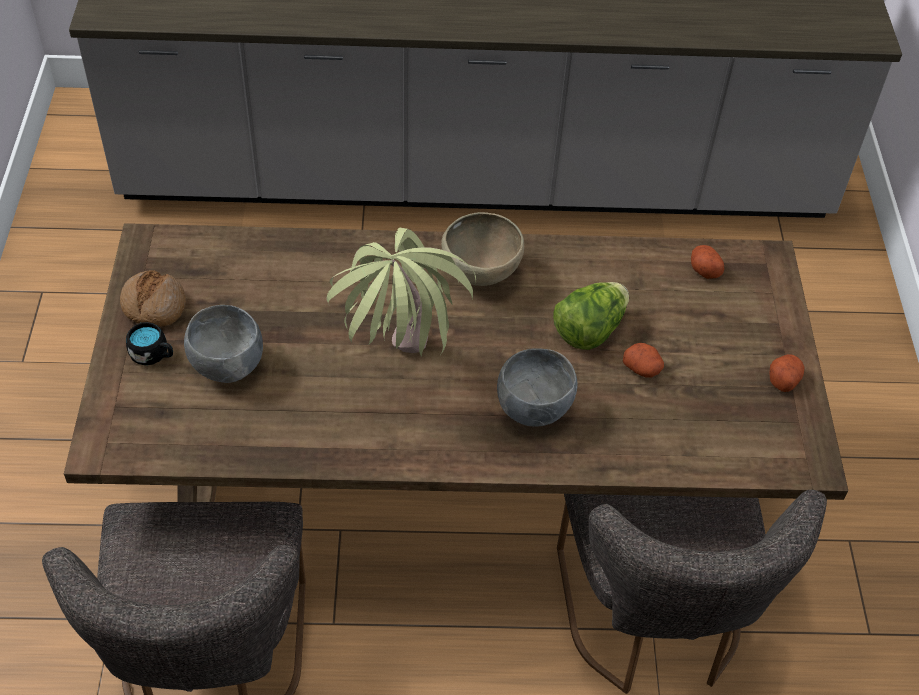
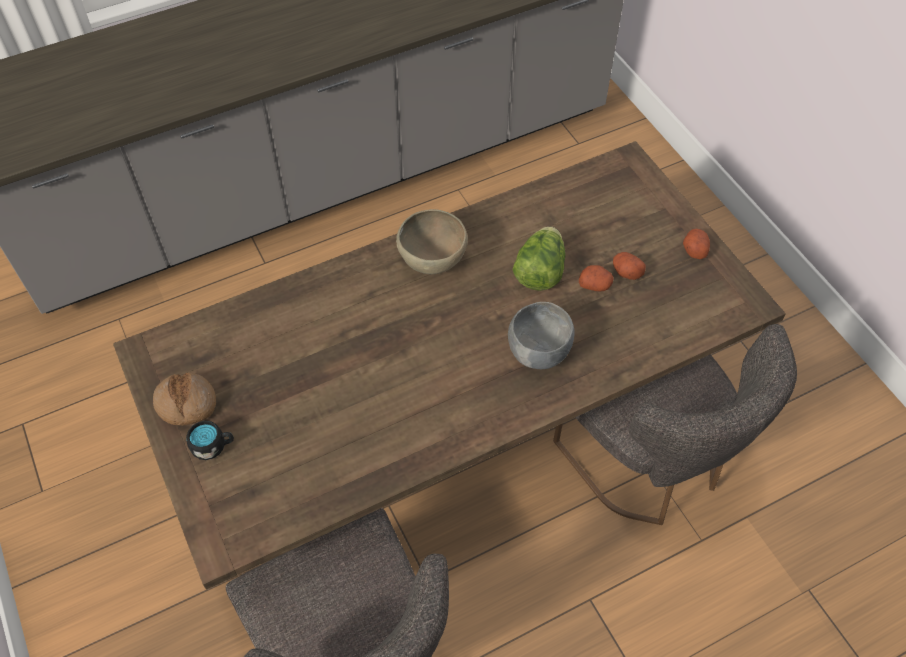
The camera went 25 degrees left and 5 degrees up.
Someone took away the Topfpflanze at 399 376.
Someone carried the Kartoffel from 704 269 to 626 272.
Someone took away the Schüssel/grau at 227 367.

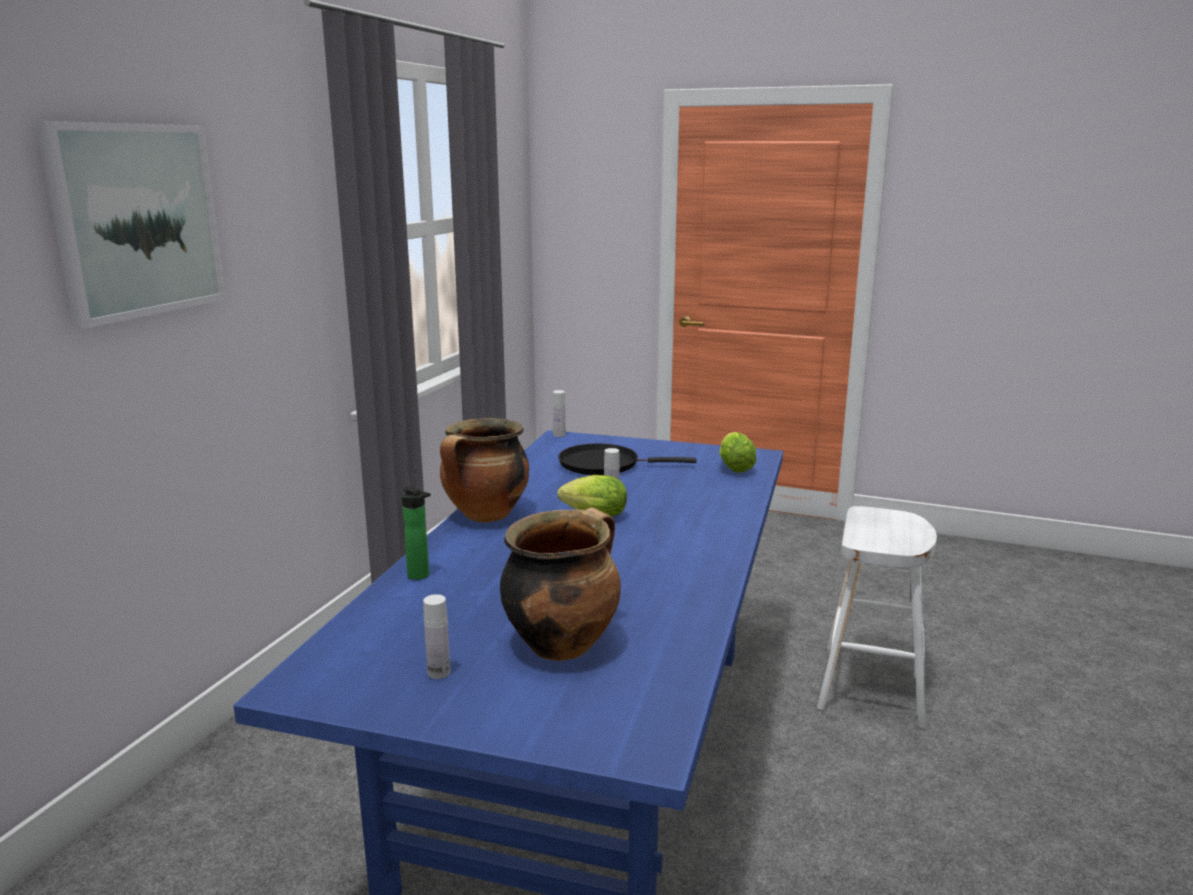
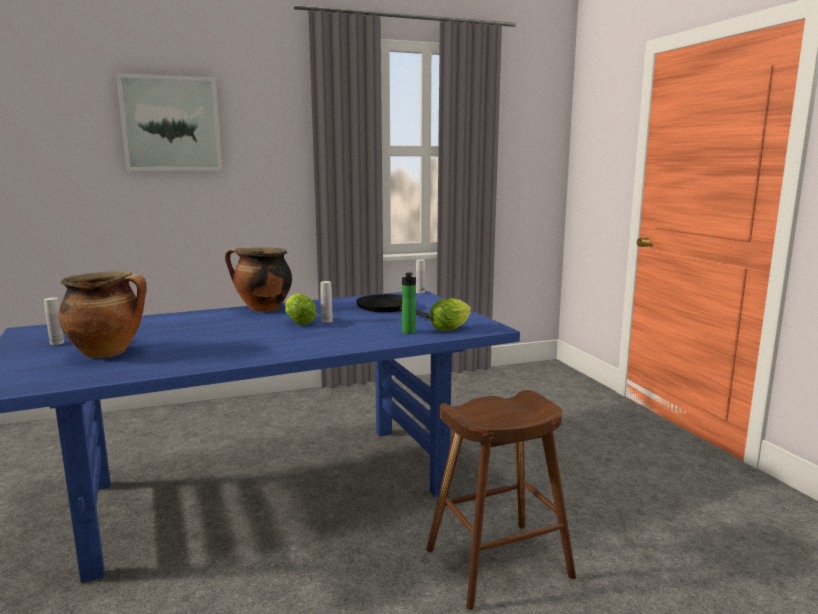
The camera went 50 degrees right and 5 degrees down.
Someone carried the Flasche from 420 576 to 408 332.
Someone repainted the Hocker/weiß at 872 685, which became the Hocker/braun at 499 563.

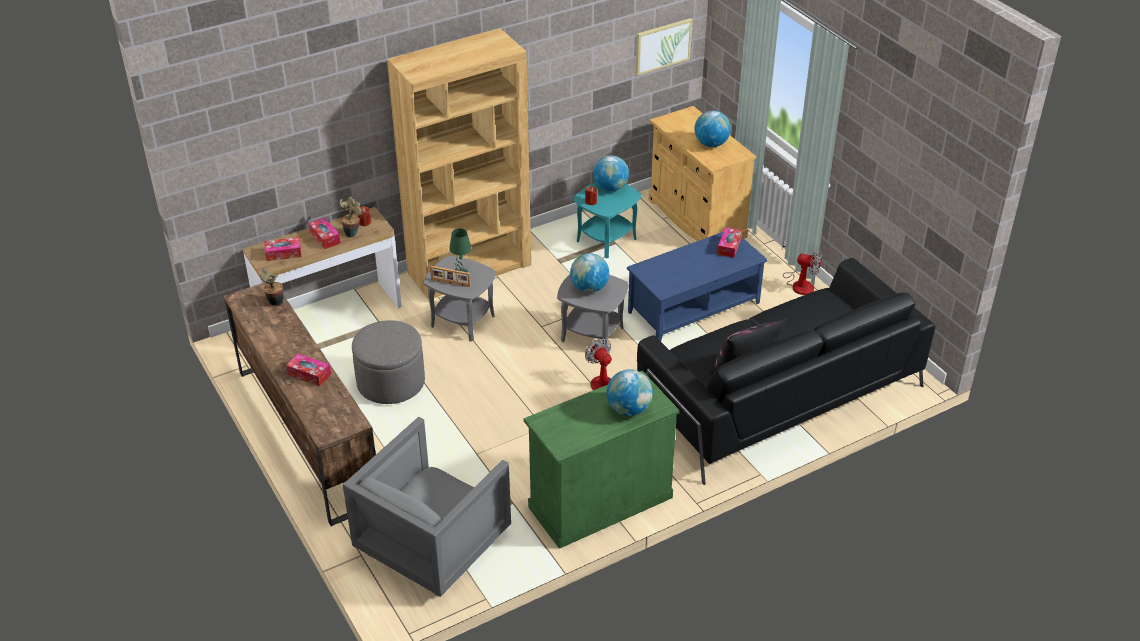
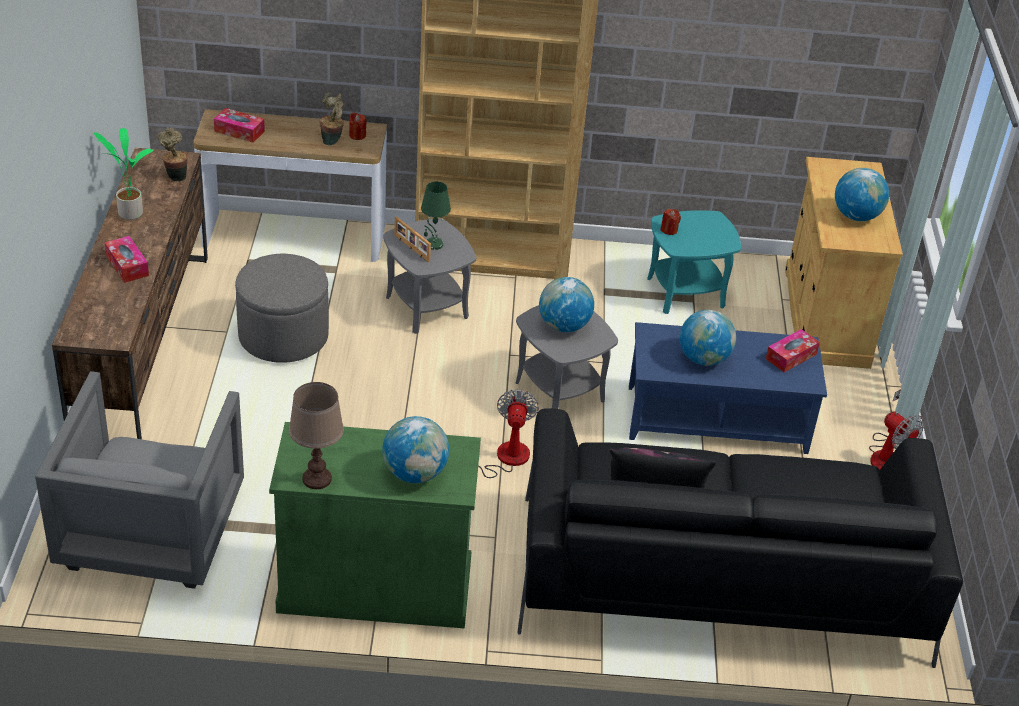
The camera went 30 degrees right and 0 degrees up.
Someone took away the Bild at 662 46.
Someone carried the Globus from 610 188 to 704 359.
Someone took away the Taschentuchbox at 325 237.
Someone rotated the Sessel/grau at 433 542 by 60 degrees counterclockwise.
Someone put down the Topfpflanze at 129 213.
Someone put down the Tischlampe/braun at 316 479.

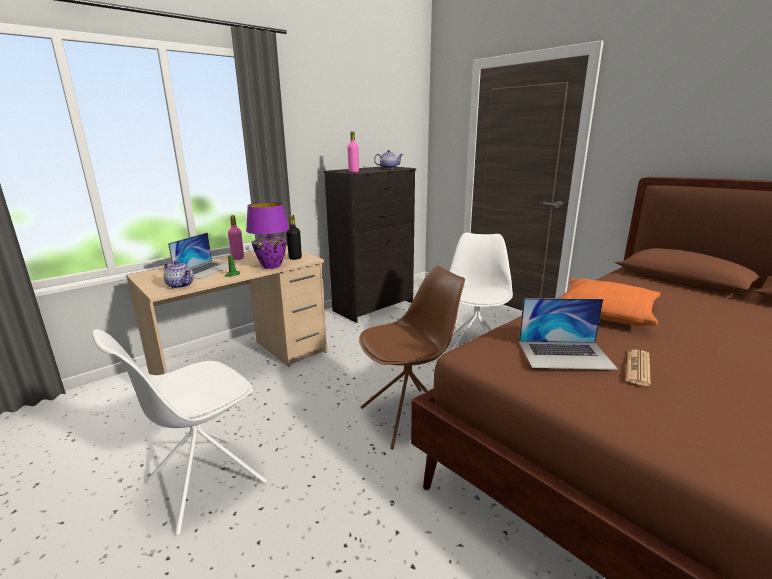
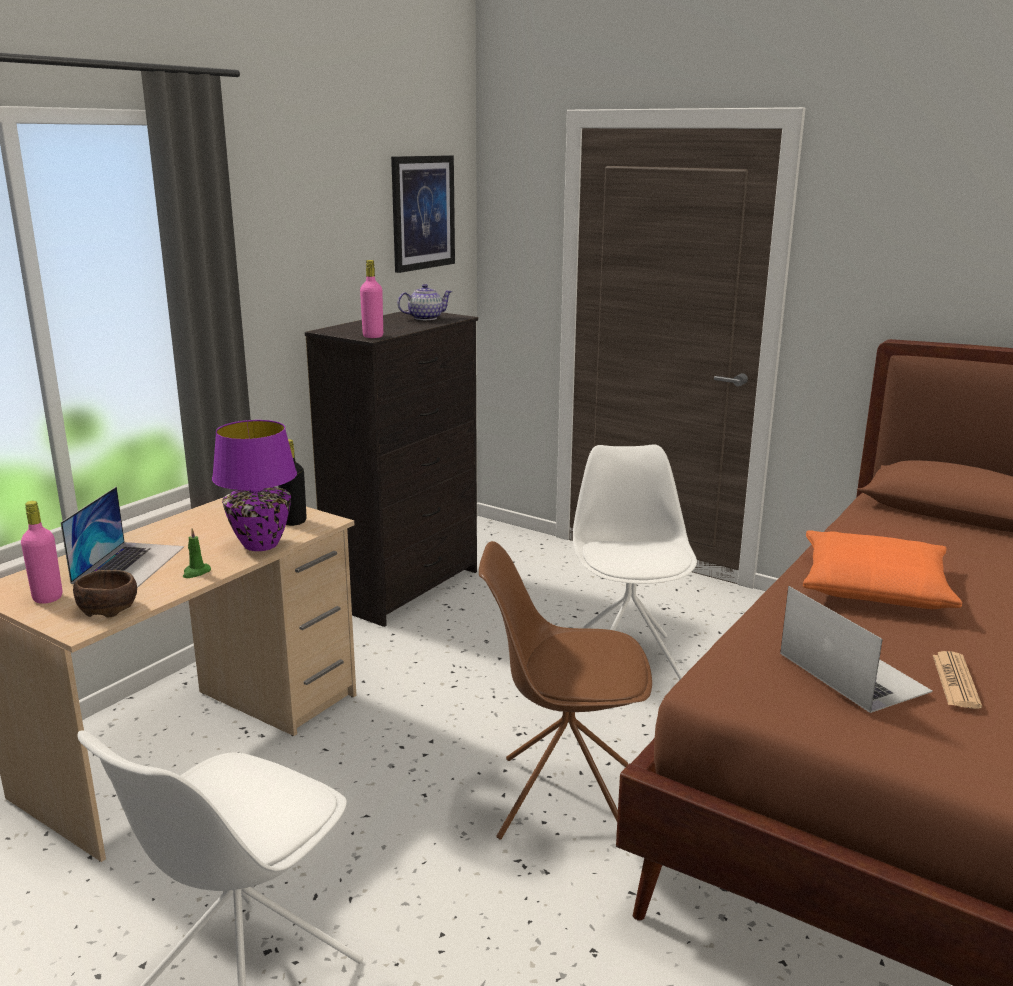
The camera went 15 degrees left and 0 degrees up.
Someone carried the Flasche/rosa from 238 258 to 47 597.
Someone swapped the Teekanne at 180 285 for the Schüssel/braun at 108 608.
Someone rotated the Stuhl/braun at 409 417 by 135 degrees counterclockwise.
Someone rotated the Laptop at 565 354 by 105 degrees counterclockwise.
Someone put up the Bild at 422 212.

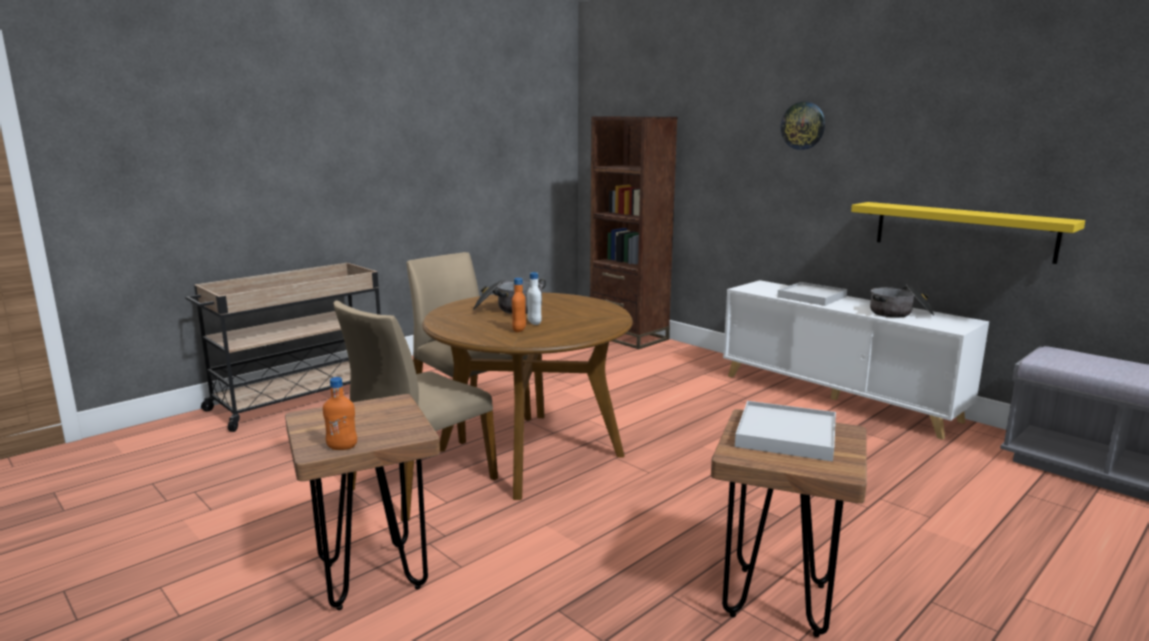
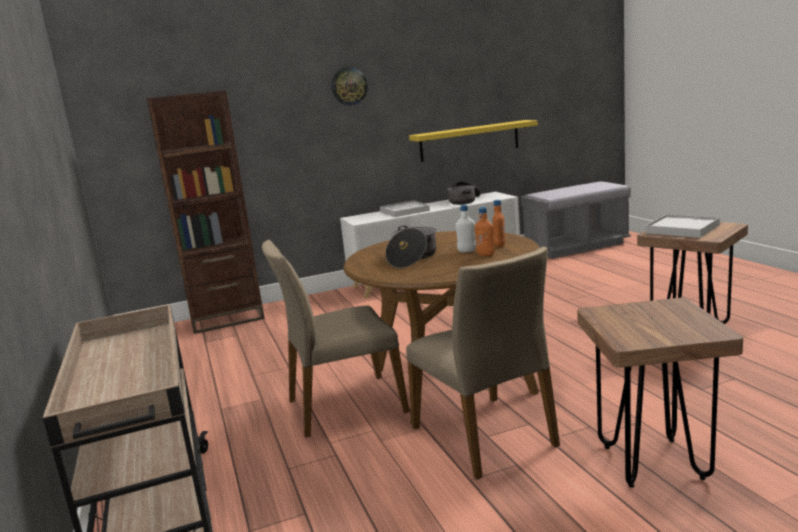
The camera went 65 degrees left and 0 degrees up.
Someone carried the Flasche/orange from 342 447 to 499 245.

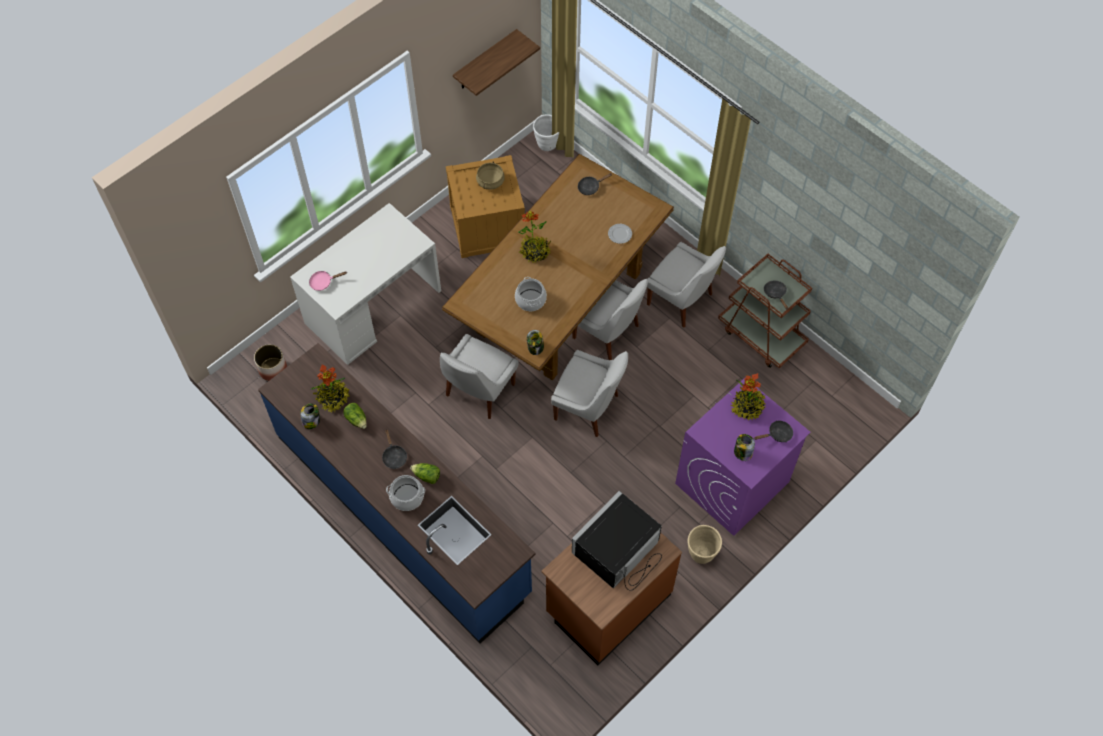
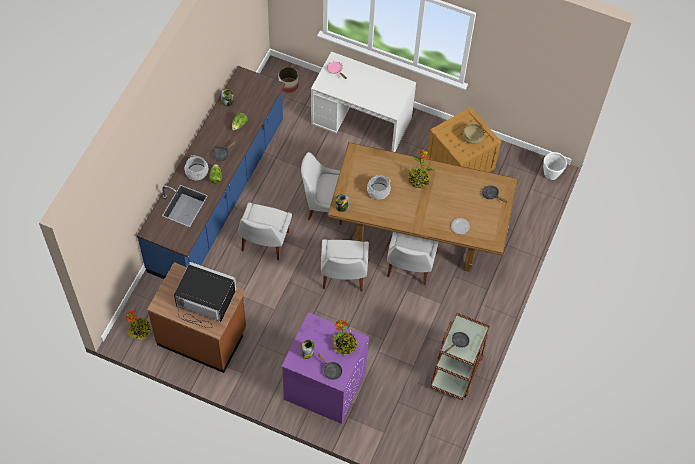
The camera went 65 degrees right and 0 degrees up.
Someone took away the Wandregal at 485 61.
Someone carried the Stuhl/weiß from 682 301 to 264 243.
Someone carried the Topfpflanze from 333 398 to 139 330.
Someone took away the Pflanzkübel/beige at 701 555.

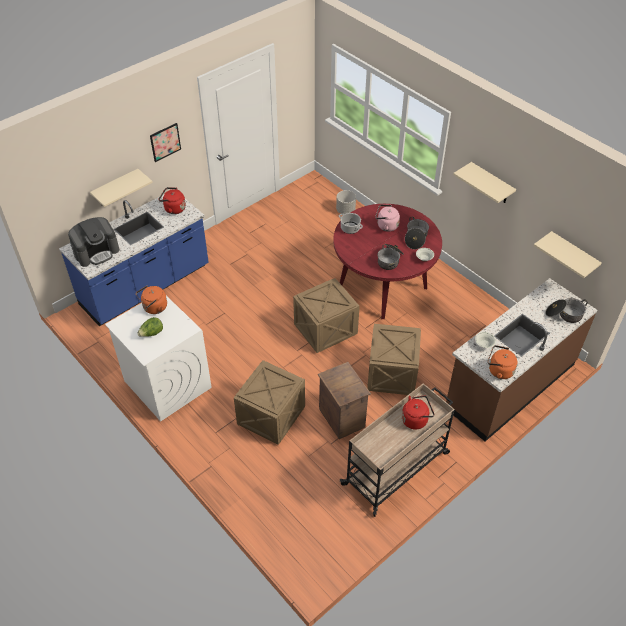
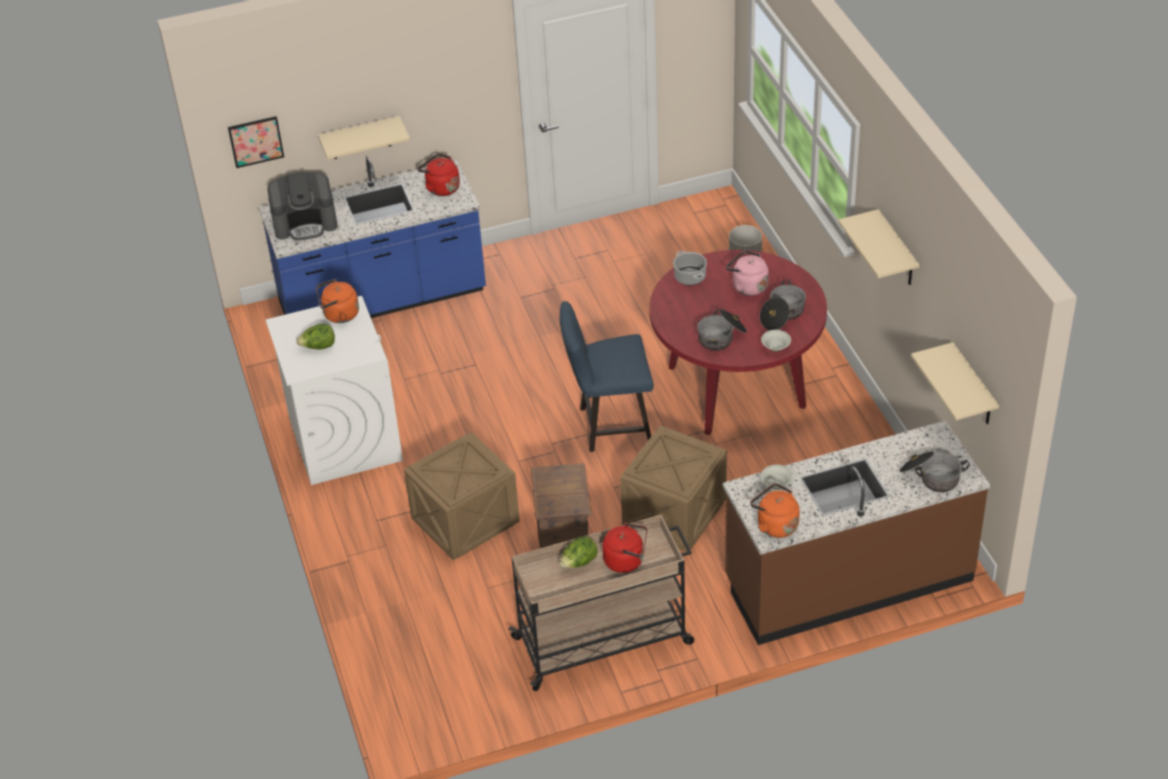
The camera went 25 degrees right and 5 degrees down.
Someone carried the Bild from 165 142 to 256 141.
Someone swapped the Kiste at 325 330 for the Stuhl/blau at 609 426.
Someone put down the Salatkopf at 579 563.

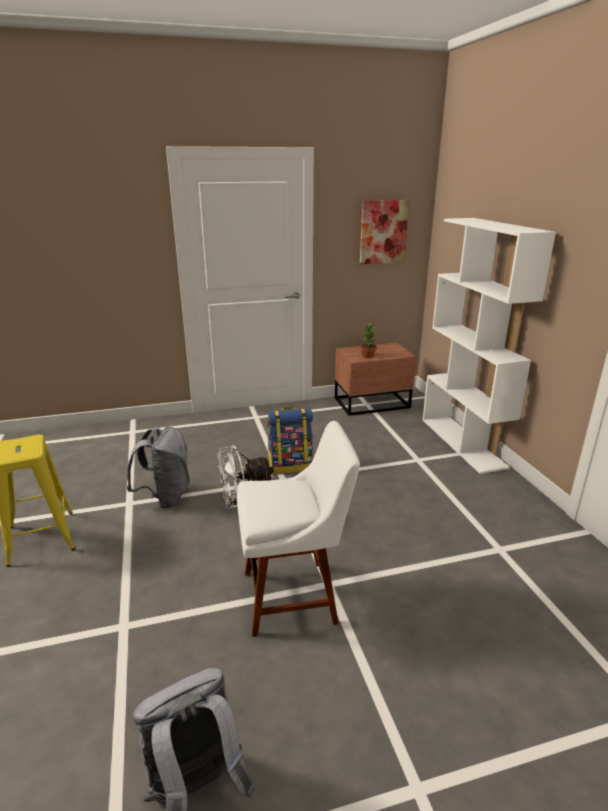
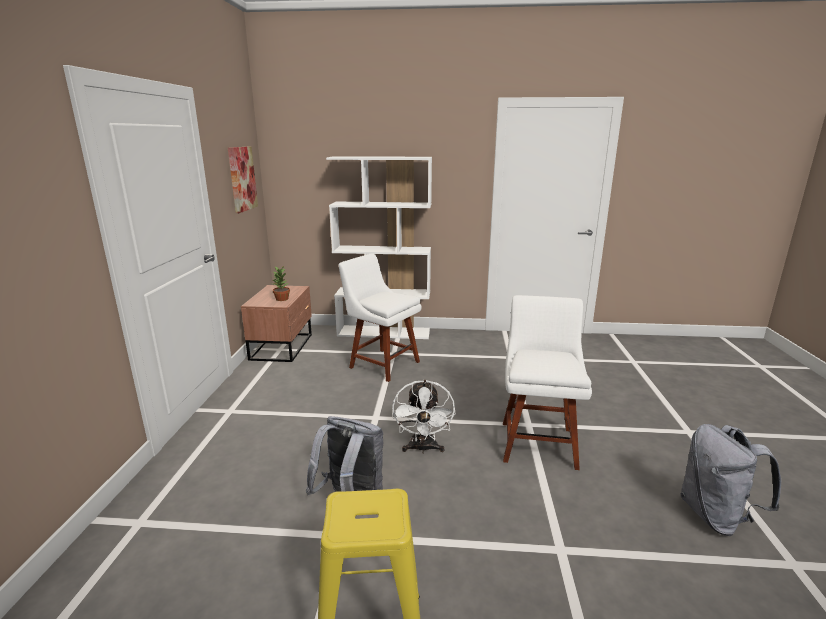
The camera went 70 degrees left and 5 degrees down.
Someone took away the Rucksack at 290 465.
Someone put down the Stuhl/weiß at 382 363.

